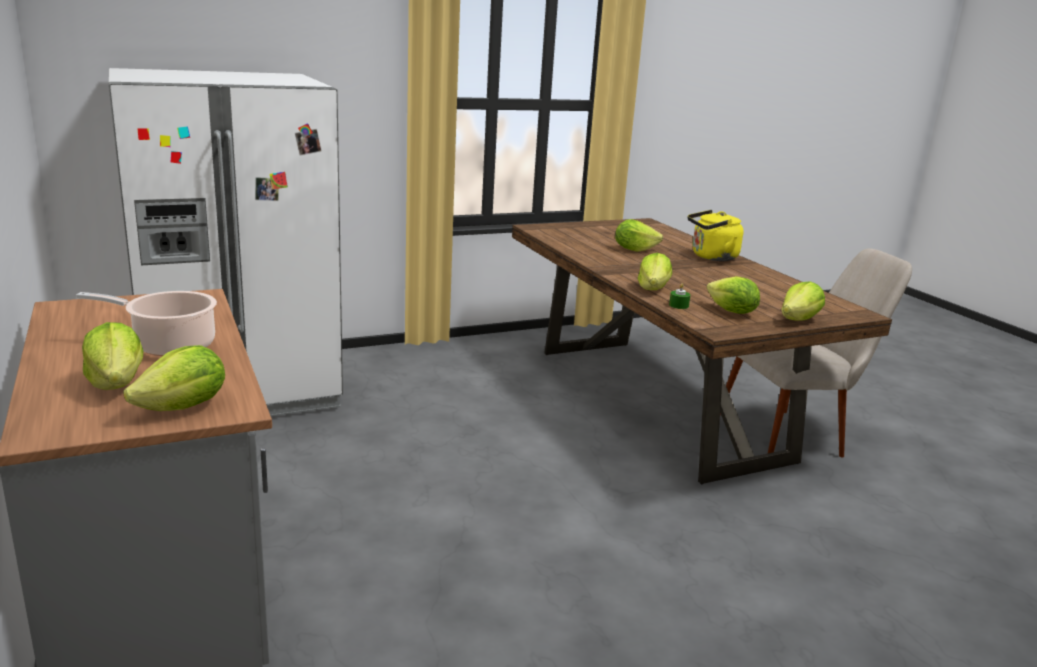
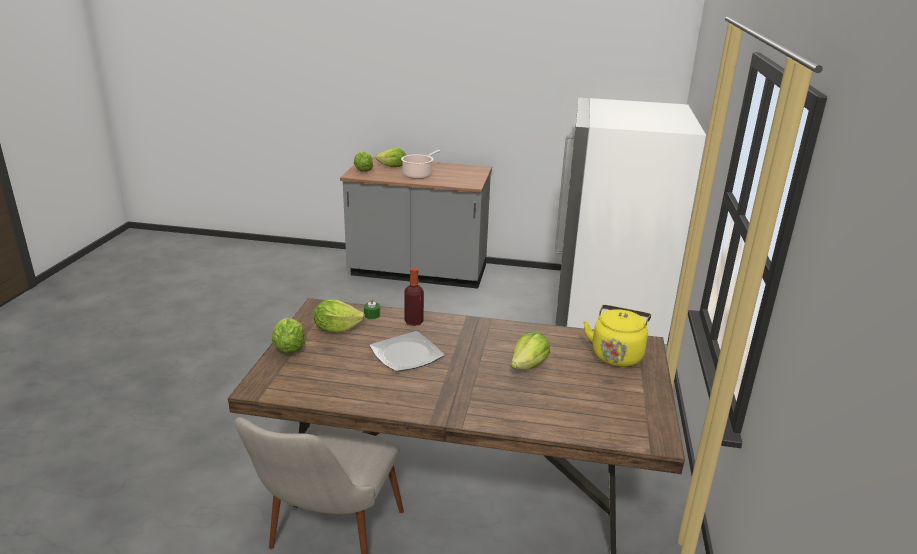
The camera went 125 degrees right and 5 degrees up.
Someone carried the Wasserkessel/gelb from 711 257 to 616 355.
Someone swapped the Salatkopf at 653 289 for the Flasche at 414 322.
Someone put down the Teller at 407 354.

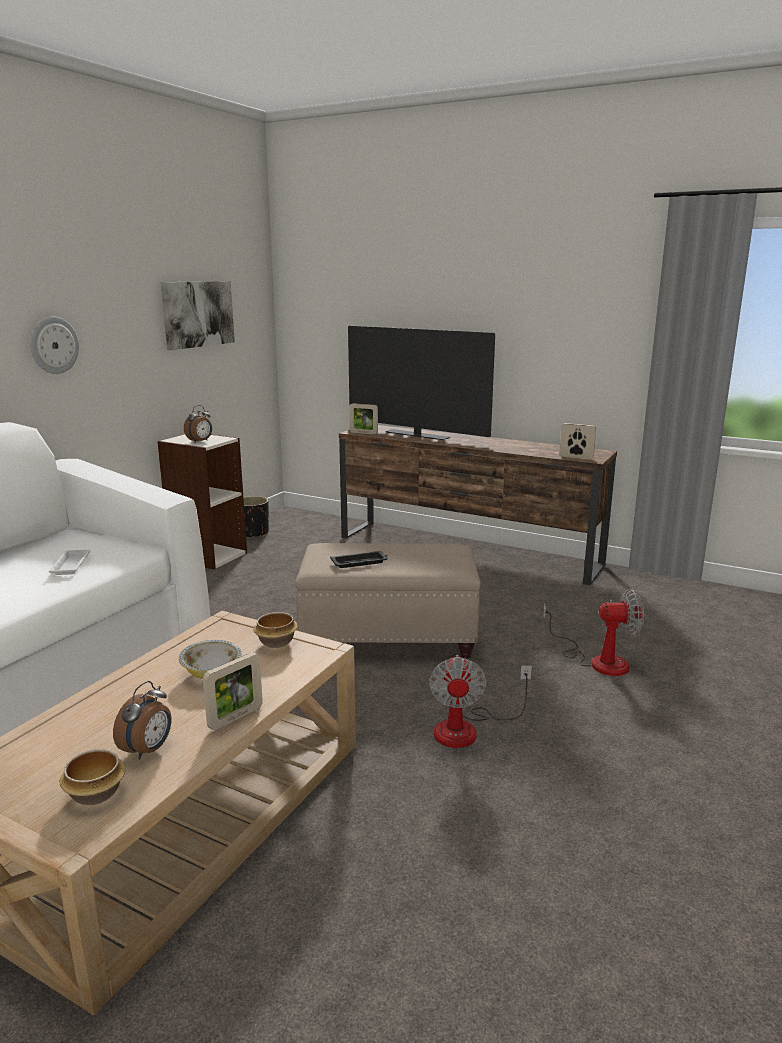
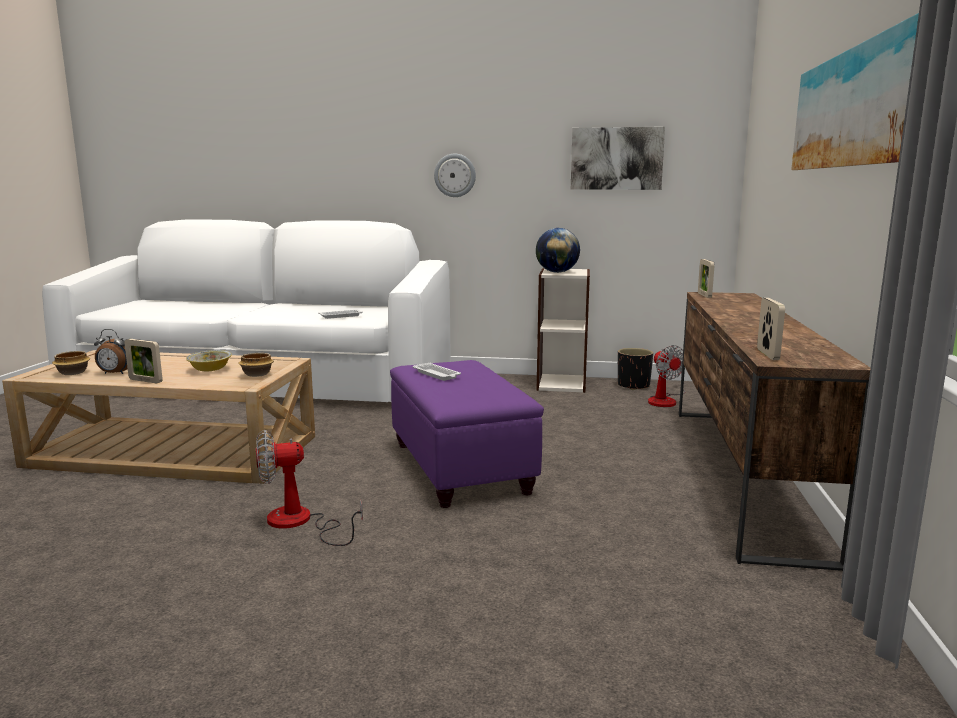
The camera went 70 degrees right and 5 degrees down.
Someone took away the Fernseher at 417 435.
Someone swapped the Wecker at 200 441 for the Globus at 557 272.
Someone repainted the Polsterhocker/beige at 389 637, which became the Polsterhocker/lila at 460 468.
Someone repainted the Tablett/schwarz at 360 562, which became the Tablett/weiß at 437 375.
Someone carried the Ventilator from 598 660 to 665 400.
Someone put up the Bild at 855 108.

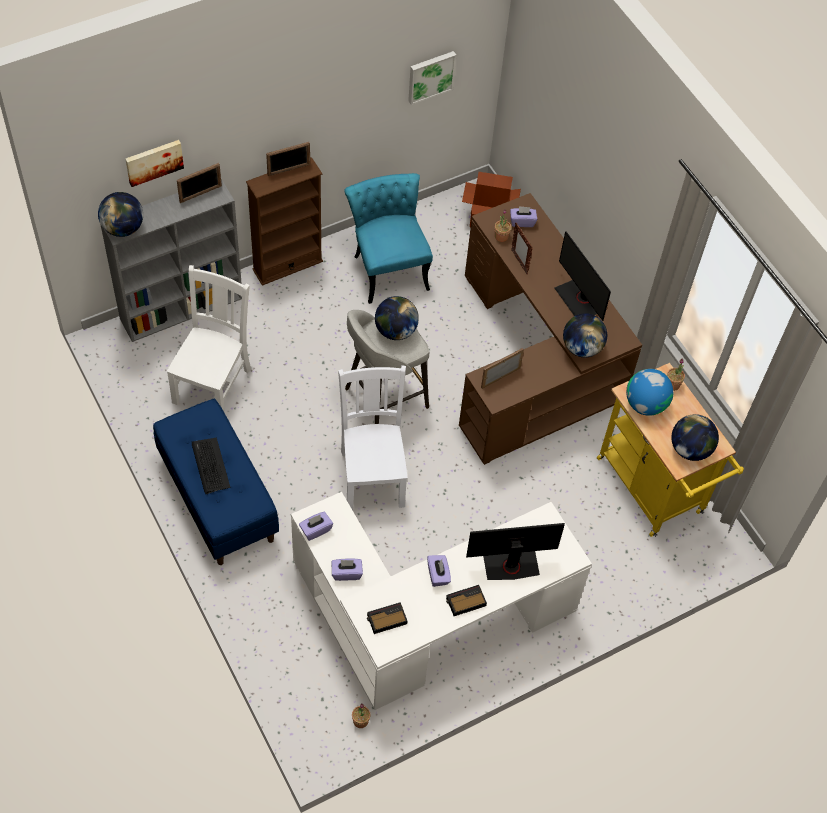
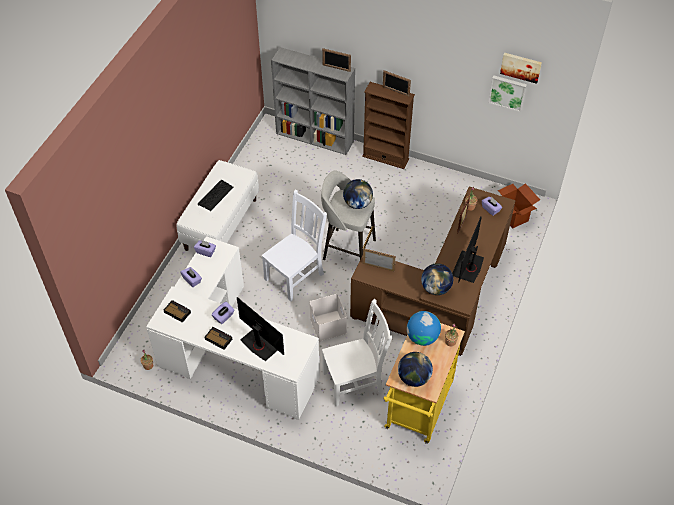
The camera went 55 degrees right and 5 degrees down.
Someone carried the Bild from 154 161 to 521 67.
Someone took away the Stuhl/türkis at 388 266.
Someone took away the Globus at 123 228.
Someone carried the Stuhl/weiß from 213 383 to 355 381.
Someone repainted the Bank/blau at 217 498, which became the Bank/weiß at 221 224.
Someone put down the Aufbewahrungsbox/weiß at 327 325.

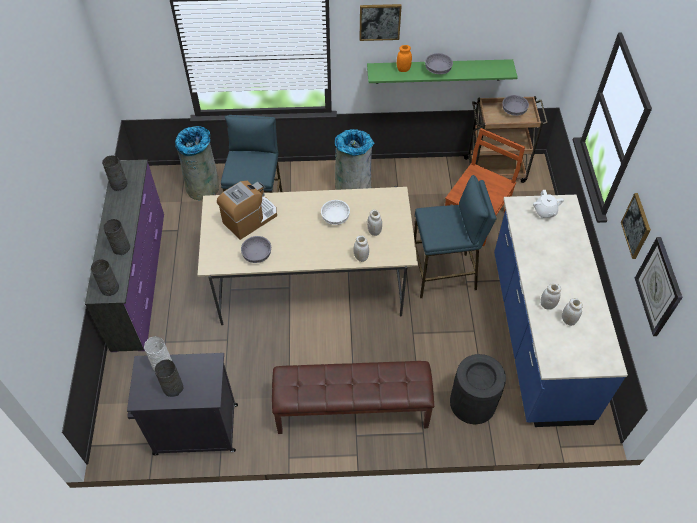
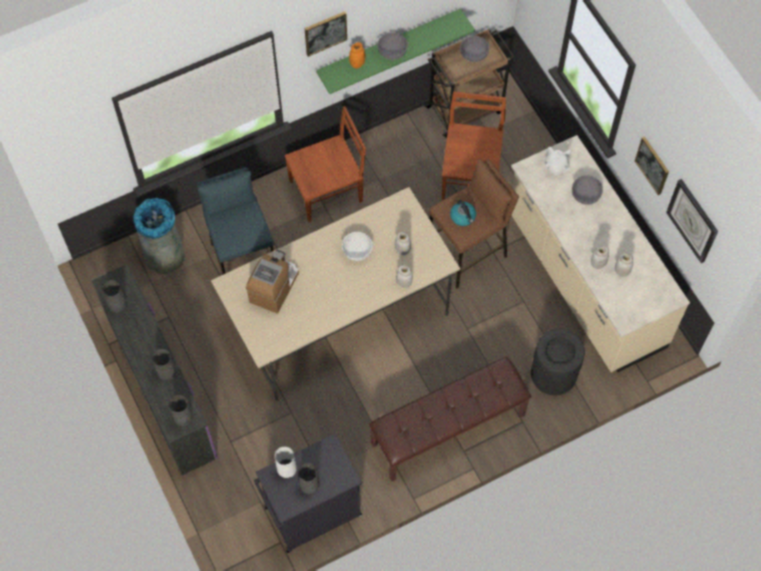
The camera went 25 degrees left and 10 degrees up.
Someone swapped the Mülleimer/grau at 353 188 for the Stuhl/braun at 328 191.
Someone repainted the Hocker/blau at 444 275, which became the Hocker/braun at 468 254.
Someone repainted the Küchenzeile/blau at 537 336, which became the Küchenzeile/beige at 584 281.
Someone carried the Schüssel/grau from 256 254 to 585 194.
Someone put down the Wasserkessel at 463 217.

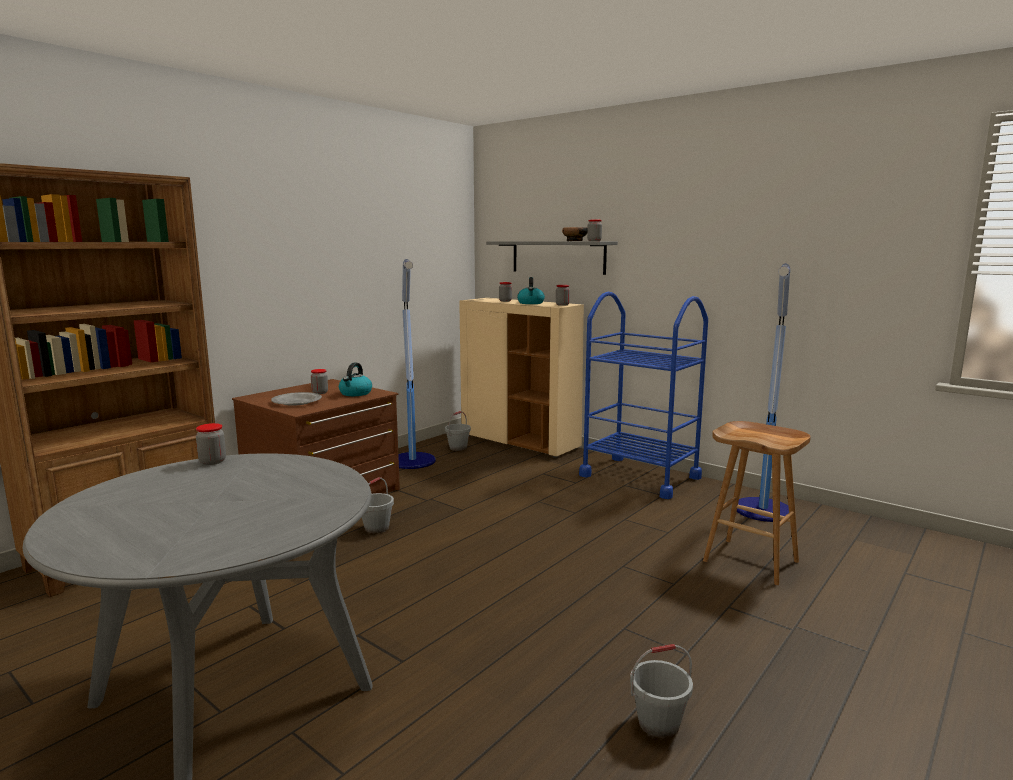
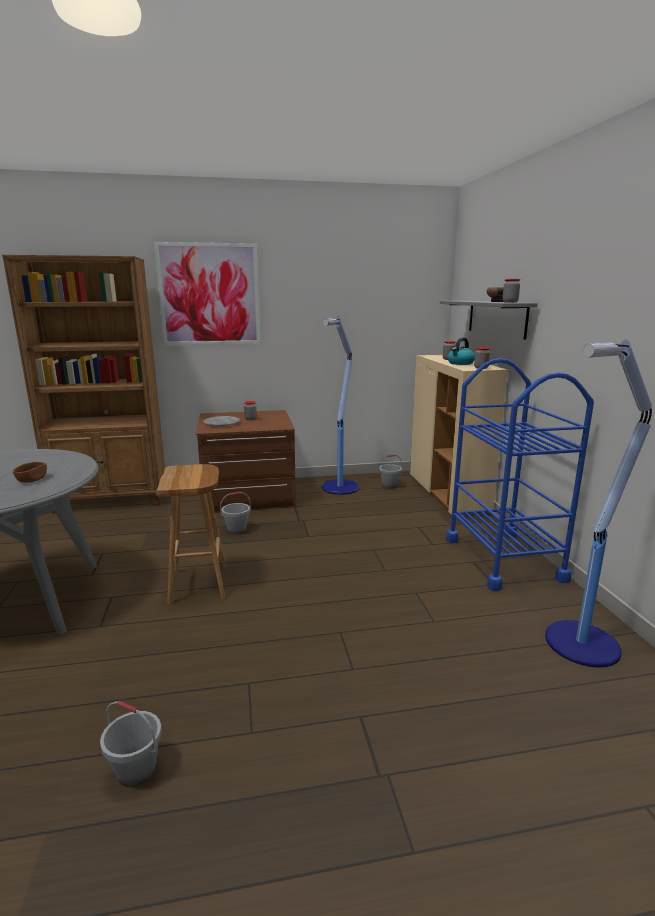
The camera went 40 degrees right and 5 degrees up.
Someone took away the Wasserkessel at 355 393.
Someone carried the Hocker/braun from 752 561 to 199 584.
Someone took away the Vorratsglas at 212 461.
Someone put up the Bild at 209 295.
Someone put down the Schüssel/braun at 32 480.

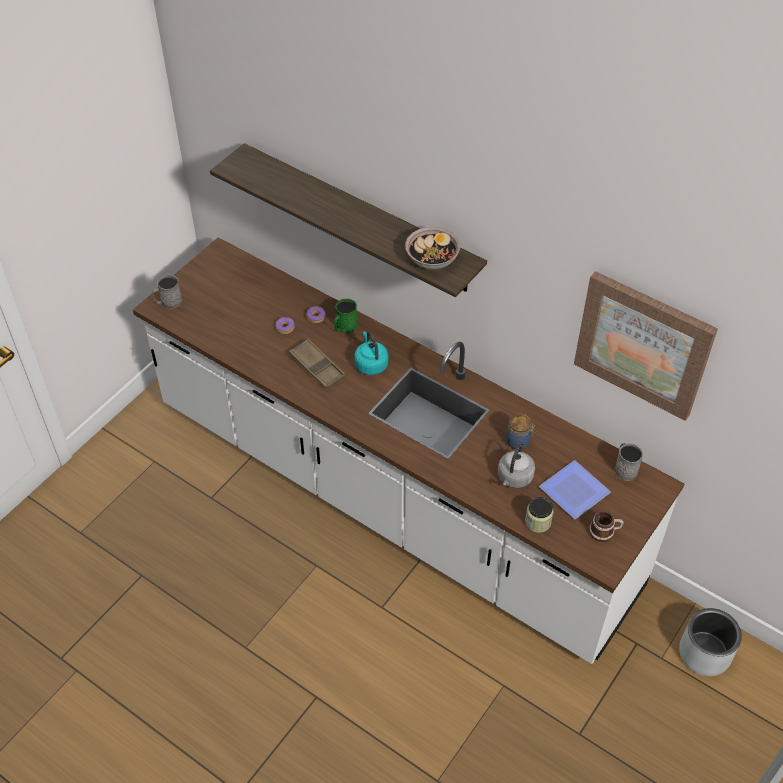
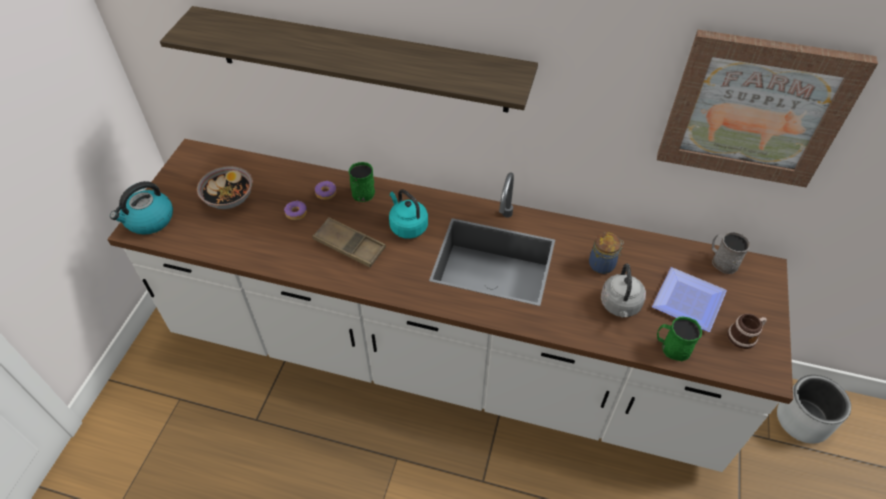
The camera went 20 degrees left and 0 degrees up.
Someone carried the Schüssel from 432 259 to 229 198.
Someone swapped the Henkelbecher/grau at 168 302 for the Wasserkessel at 149 220.
Someone swapped the Vorratsglas at 538 522 for the Henkelbecher/grün at 671 347.

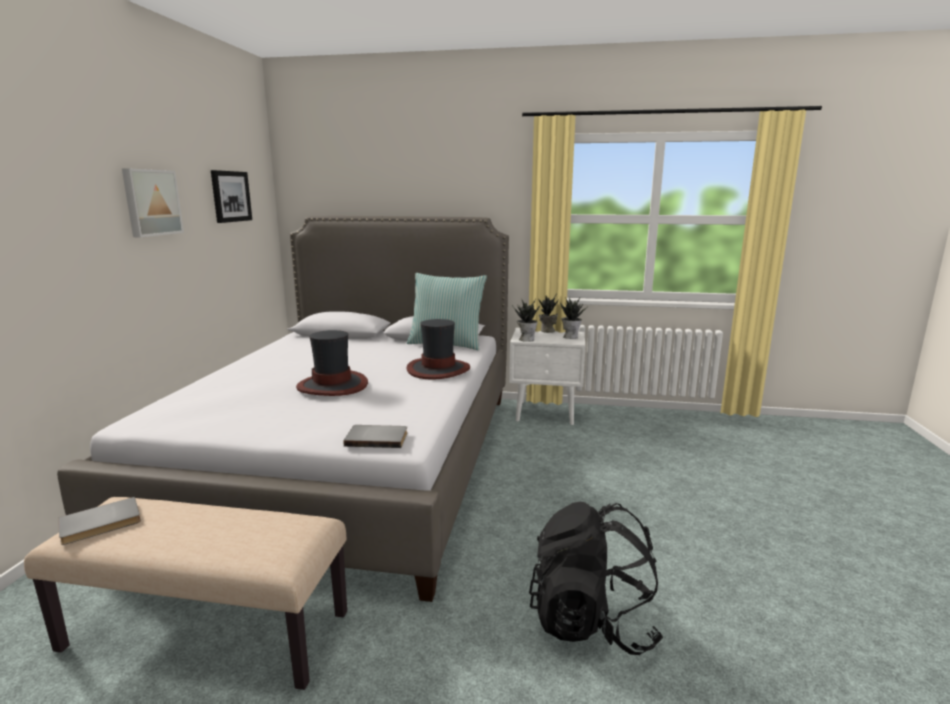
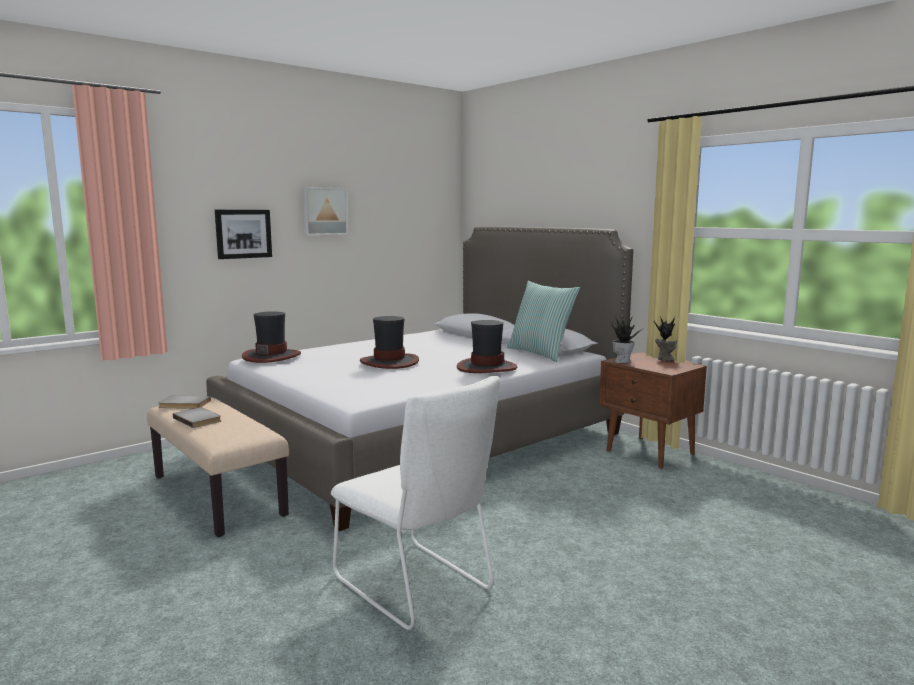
The camera went 40 degrees right and 5 degrees down.
Someone carried the Bild from 230 196 to 243 233.
Someone took away the Topfpflanze at 570 336.
Someone repainted the Nachttisch/weiß at 546 413, which became the Nachttisch/braun at 650 453.
Someone carried the Buch/grau from 377 438 to 199 419.
Someone swapped the Rucksack/schwarz at 592 622 for the Stuhl/weiß at 417 587.
Someone put down the Hut at 272 356.

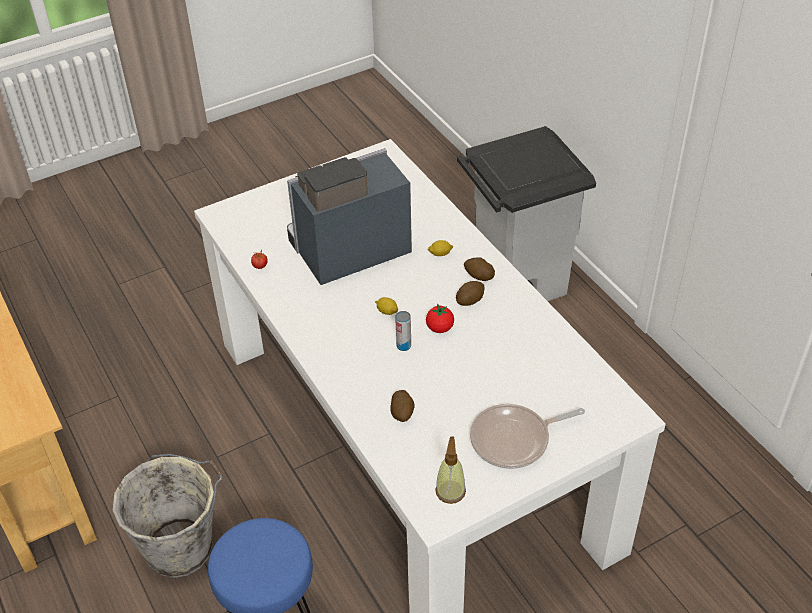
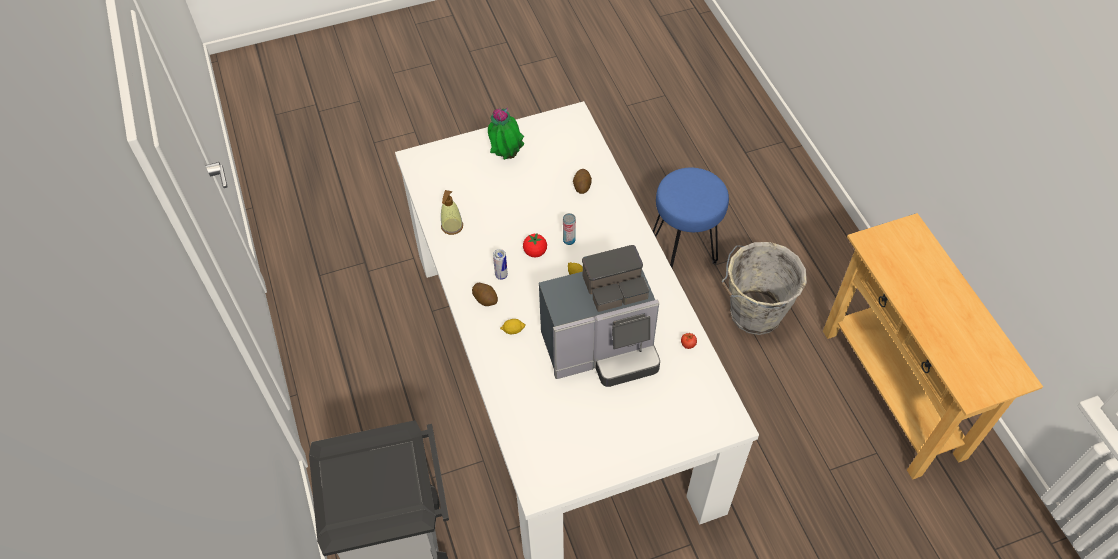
The camera went 170 degrees left and 10 degrees up.
Someone swapped the Kartoffel at 470 299 for the Dose at 501 275.
Someone swapped the Pfanne at 514 440 for the Topfpflanze at 506 155.
Someone carried the Seifenspender from 450 491 to 452 226.

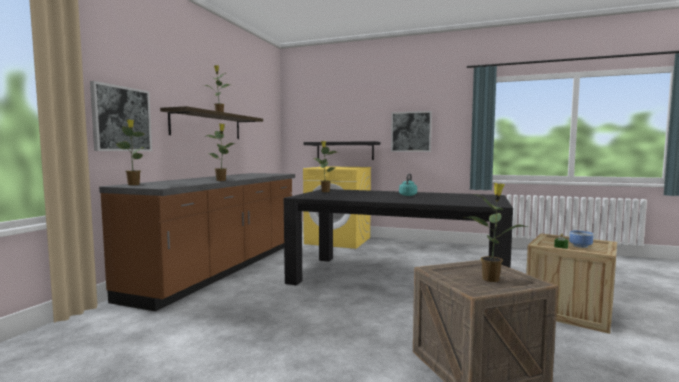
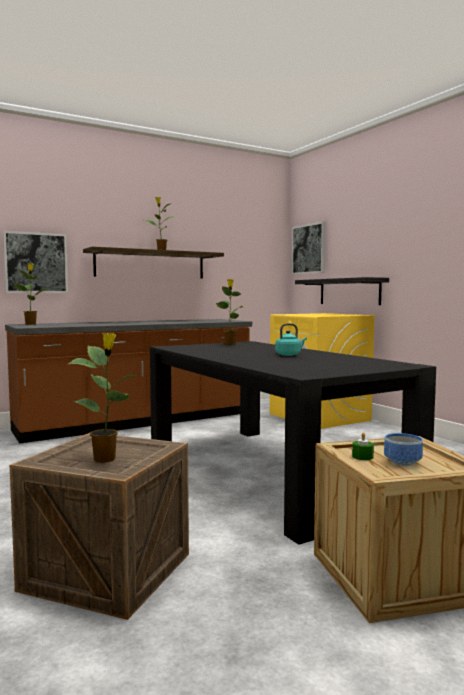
The camera went 40 degrees right and 0 degrees up.
Someone carried the Bild from 411 131 to 309 249.
Someone took away the Topfpflanze at 221 180.

